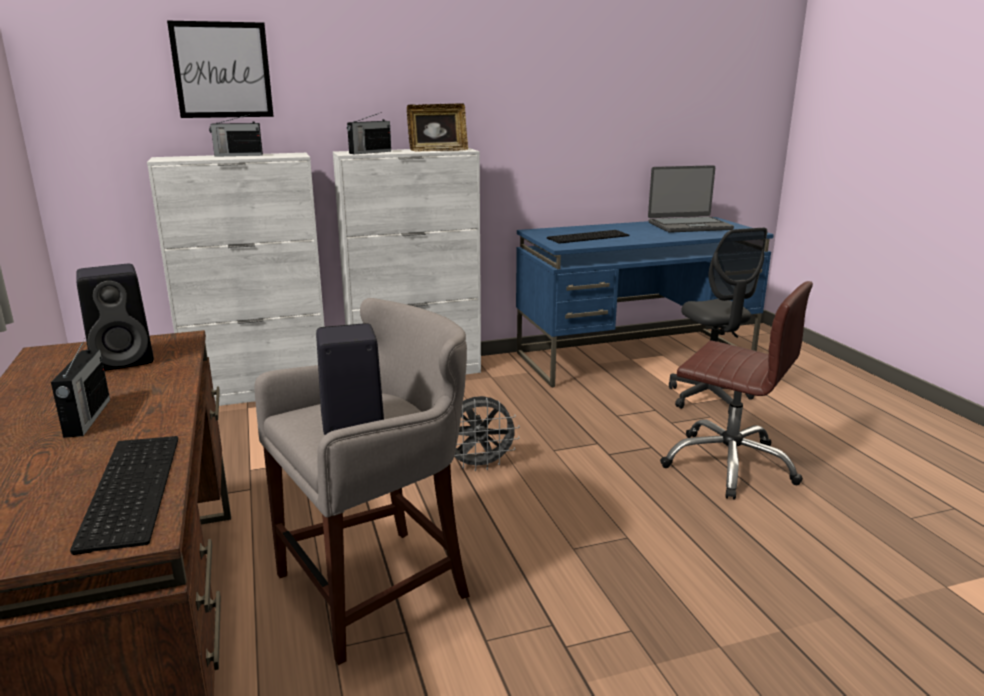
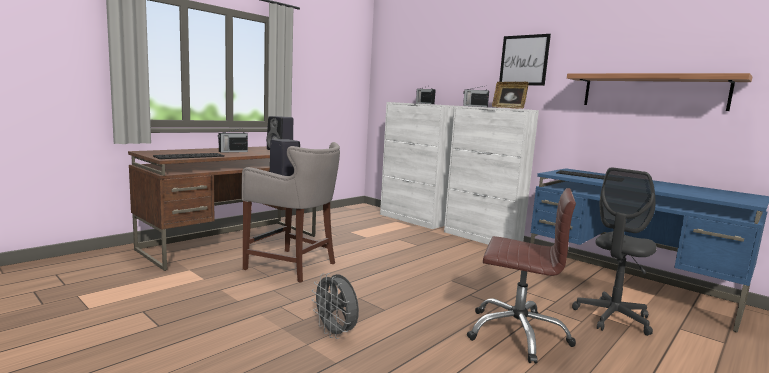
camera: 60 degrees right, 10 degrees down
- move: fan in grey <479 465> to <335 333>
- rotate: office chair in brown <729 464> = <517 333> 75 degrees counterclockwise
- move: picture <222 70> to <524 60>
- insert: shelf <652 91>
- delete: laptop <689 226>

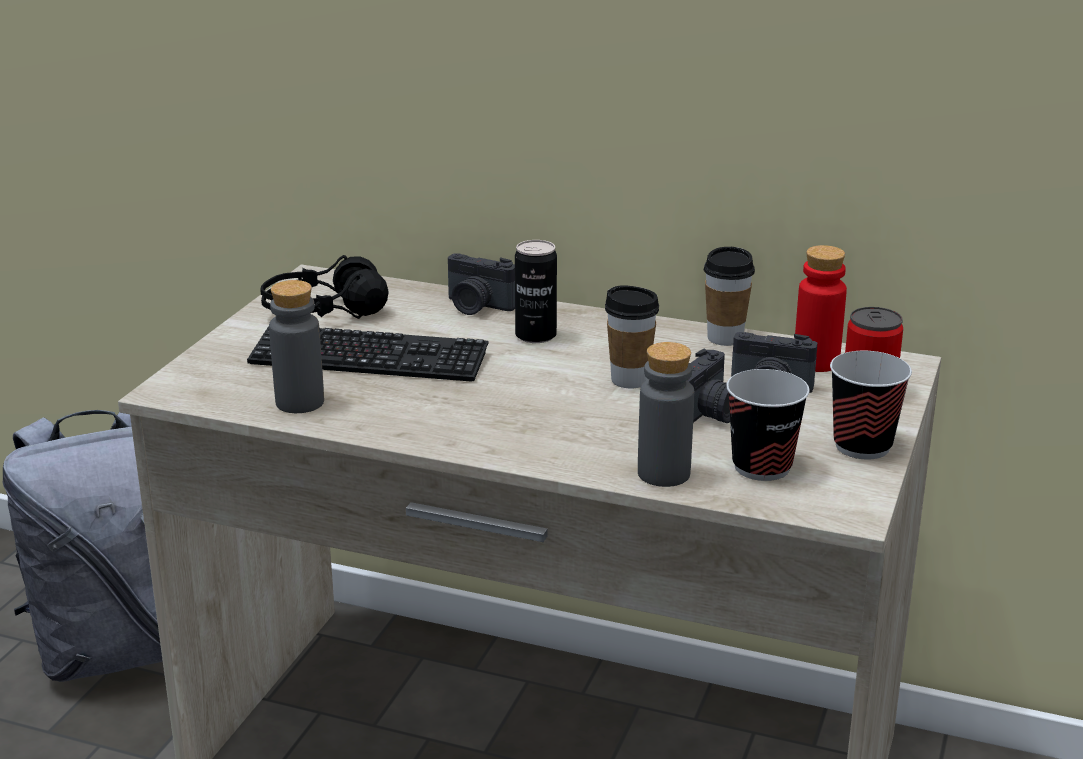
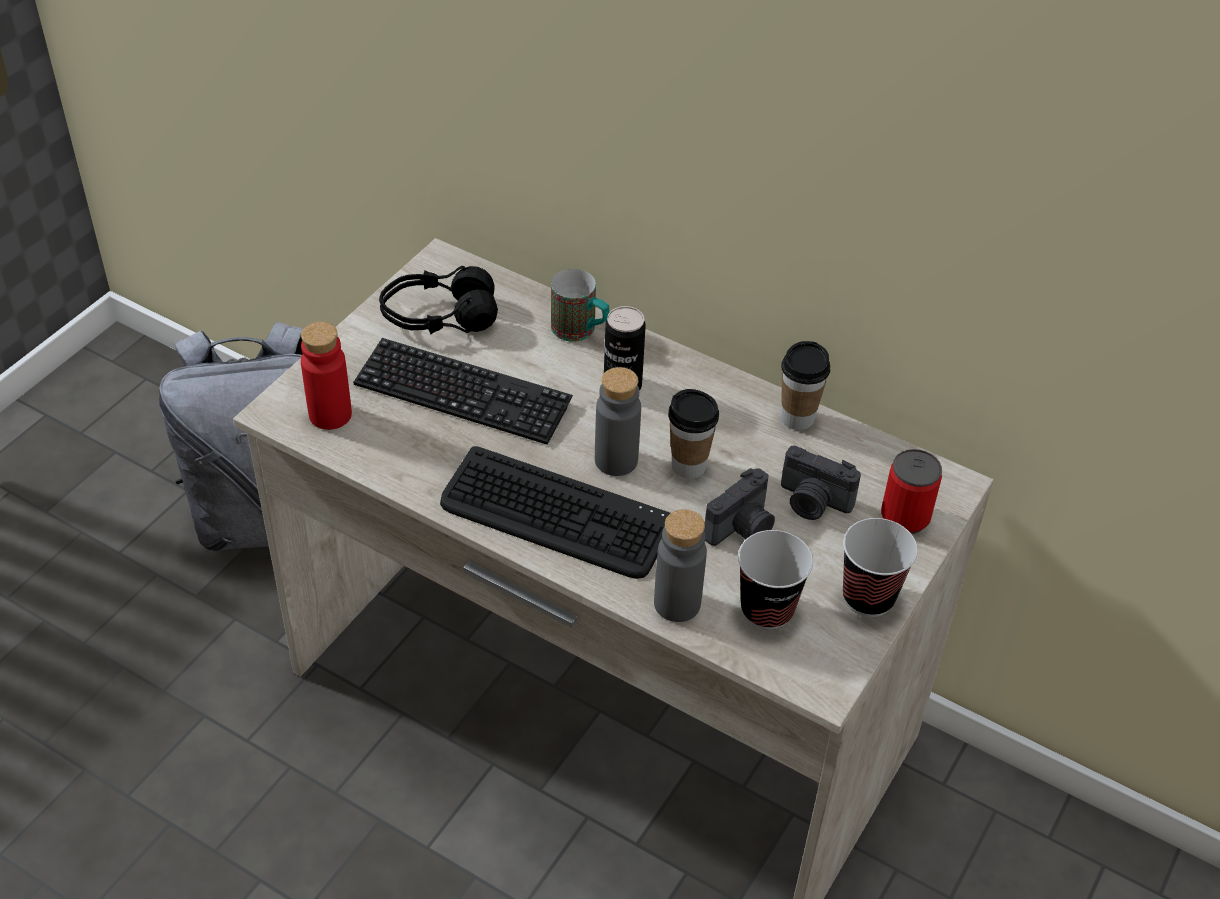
camera: 10 degrees right, 20 degrees up
- move: bottle in red <816 362> to <330 415>
- insert: keyboard <555 515>
- replace: photo camera <477 306> to mug <581 331>
- move: bottle in grey <300 402> to <616 460>

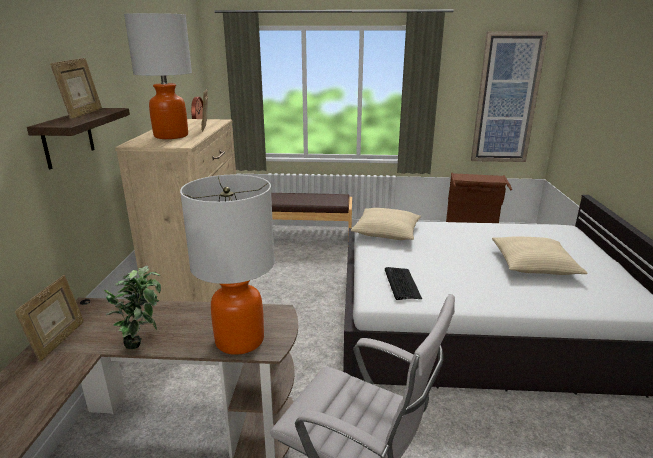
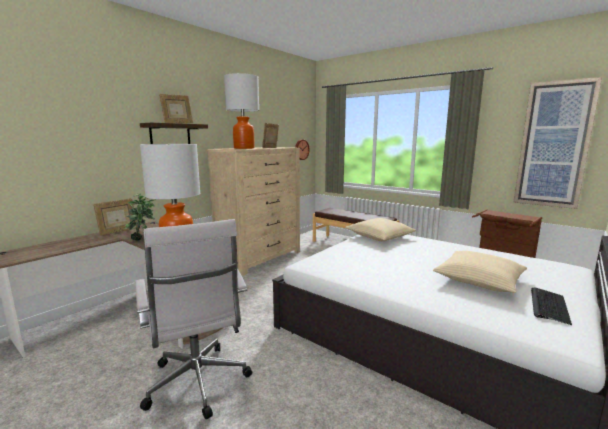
camera: 35 degrees right, 10 degrees down
- move: keyboard <401 284> to <548 306>

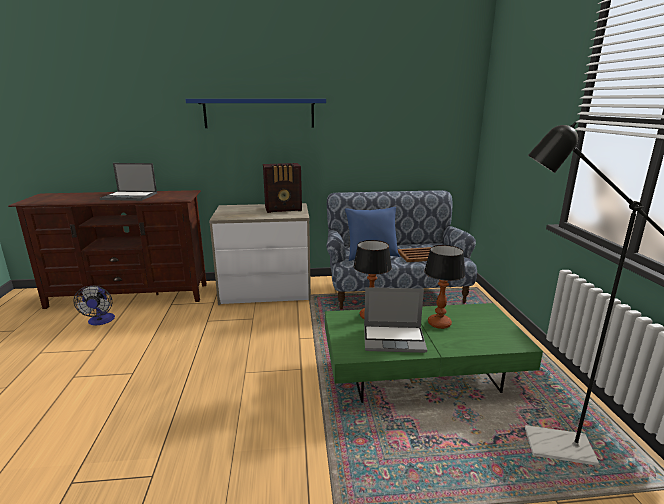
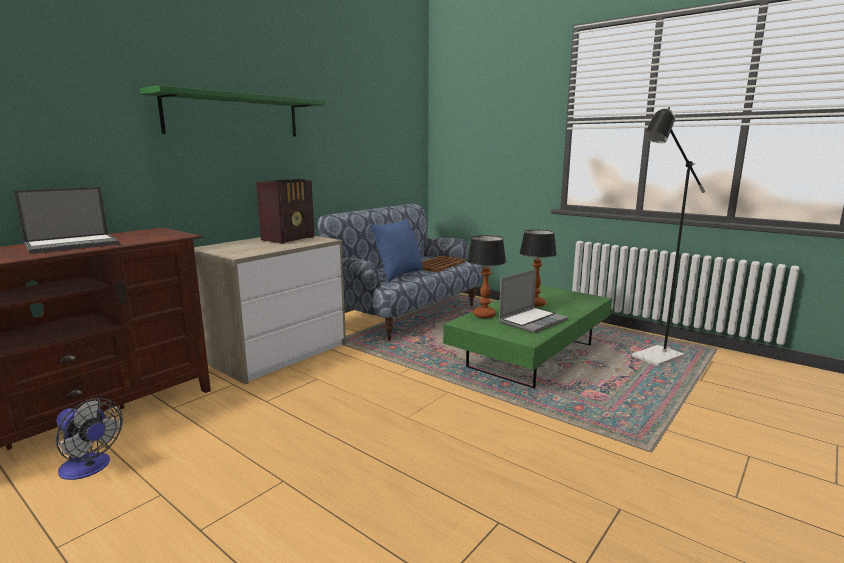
camera: 45 degrees left, 5 degrees down
- recolor: shelf in blue <259 113> to shelf in green <234 115>

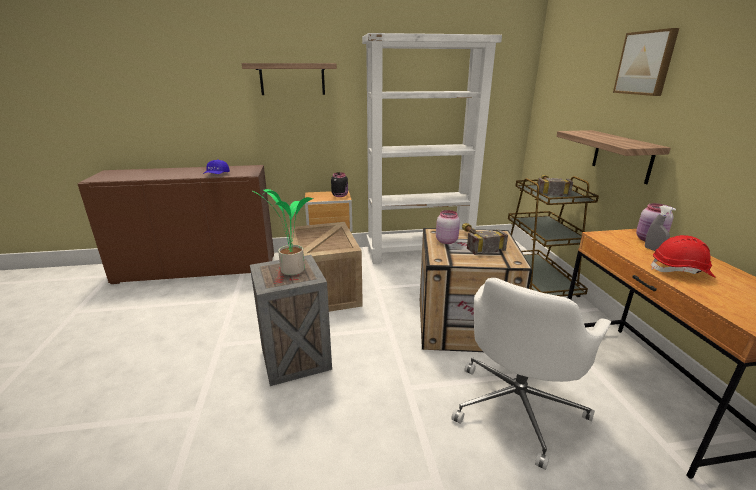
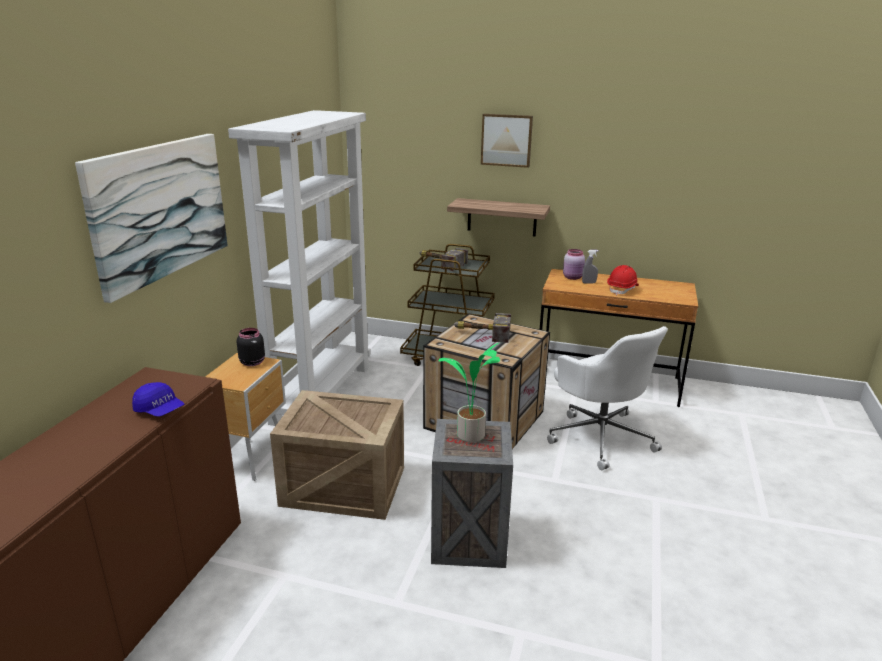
camera: 65 degrees left, 0 degrees up
- replace: shelf <292 79> to picture <160 210>
- delete: jar in pink <446 241>

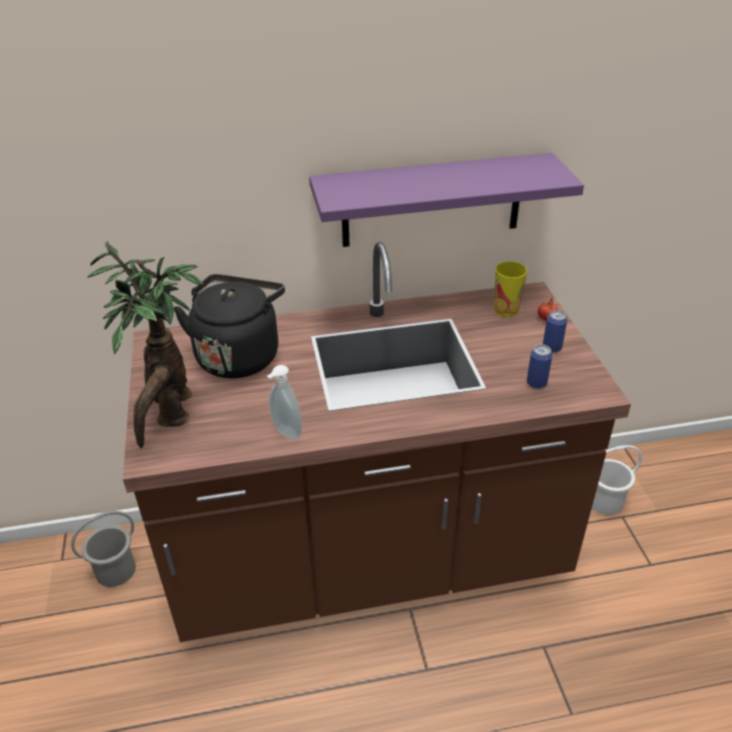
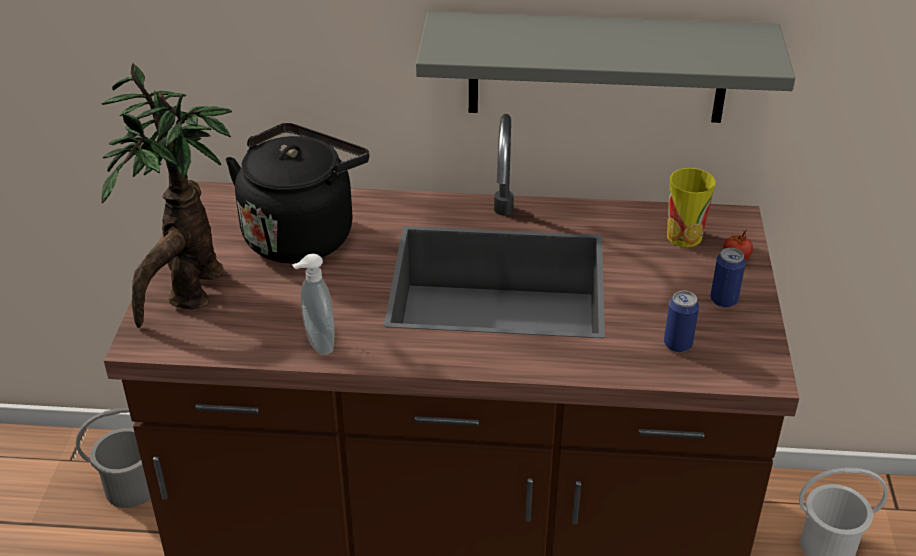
camera: 15 degrees right, 0 degrees up
- recolor: shelf in purple <432 201> to shelf in grey <597 67>

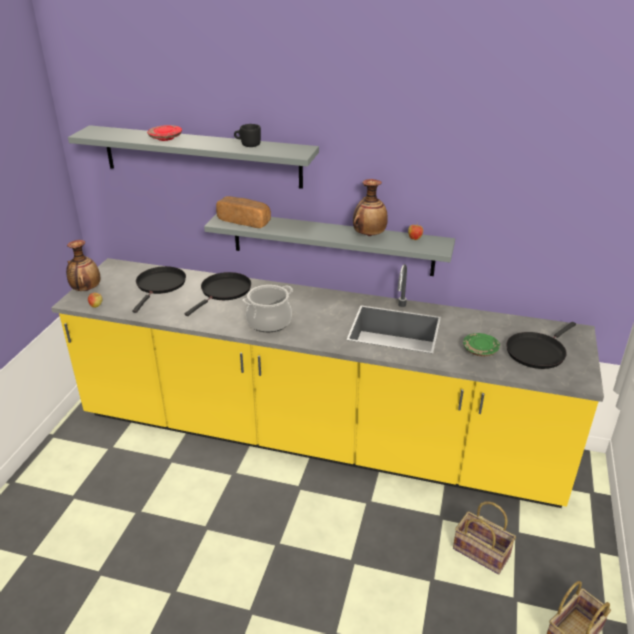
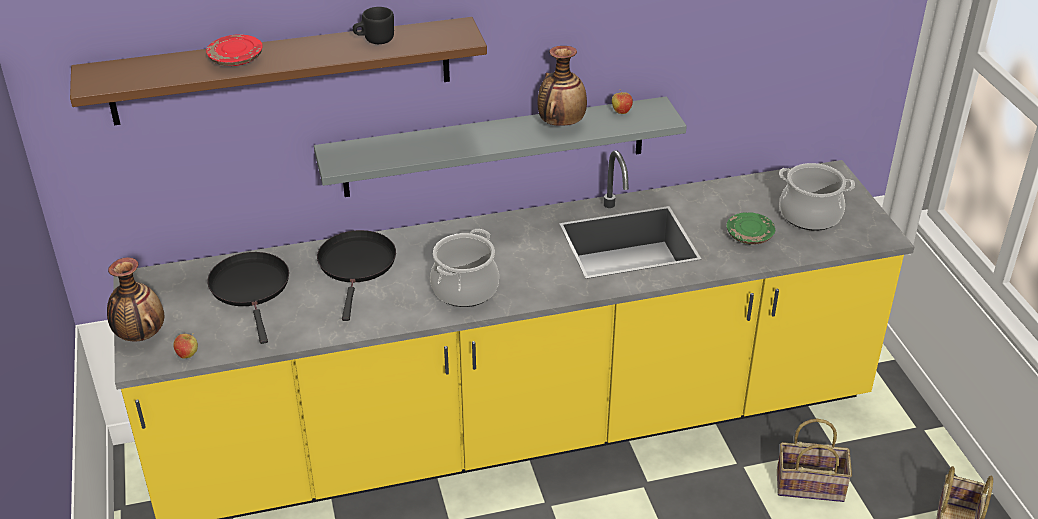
camera: 30 degrees left, 5 degrees up
- recolor: shelf in grey <201 156> to shelf in brown <282 71>
- replace: frying pan in black <537 352> to cooking pot <810 215>
- delete: bread <244 221>

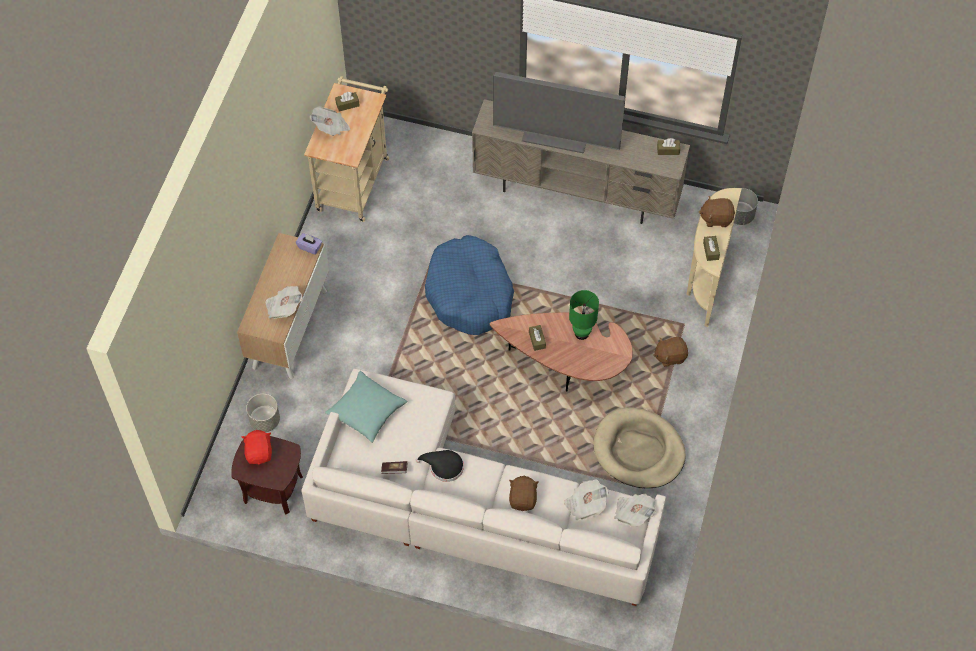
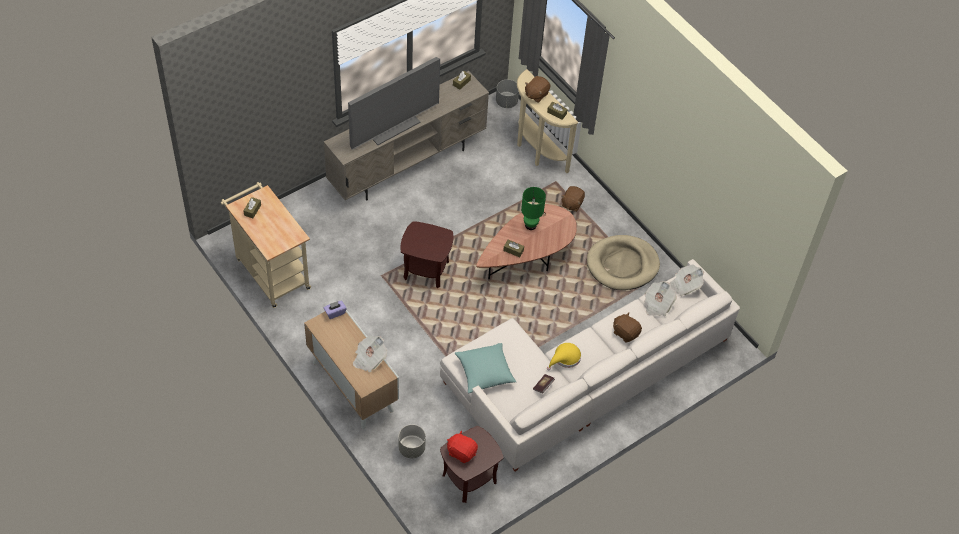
camera: 55 degrees left, 5 degrees down
- replace: dog bed in blue <469 293> to side table in brown <426 270>
- recolor: hat in black <443 467> to hat in yellow <565 358>
- delete: newspaper <331 127>

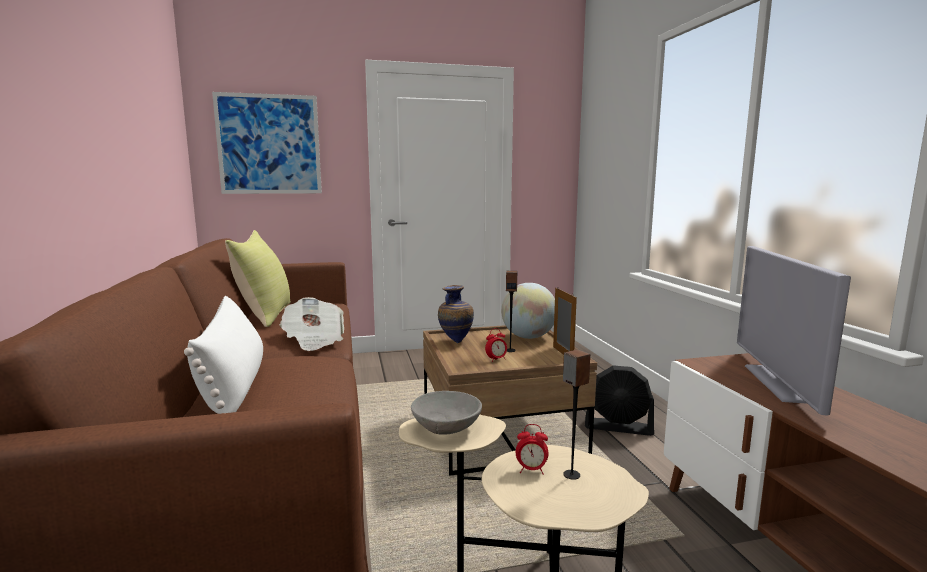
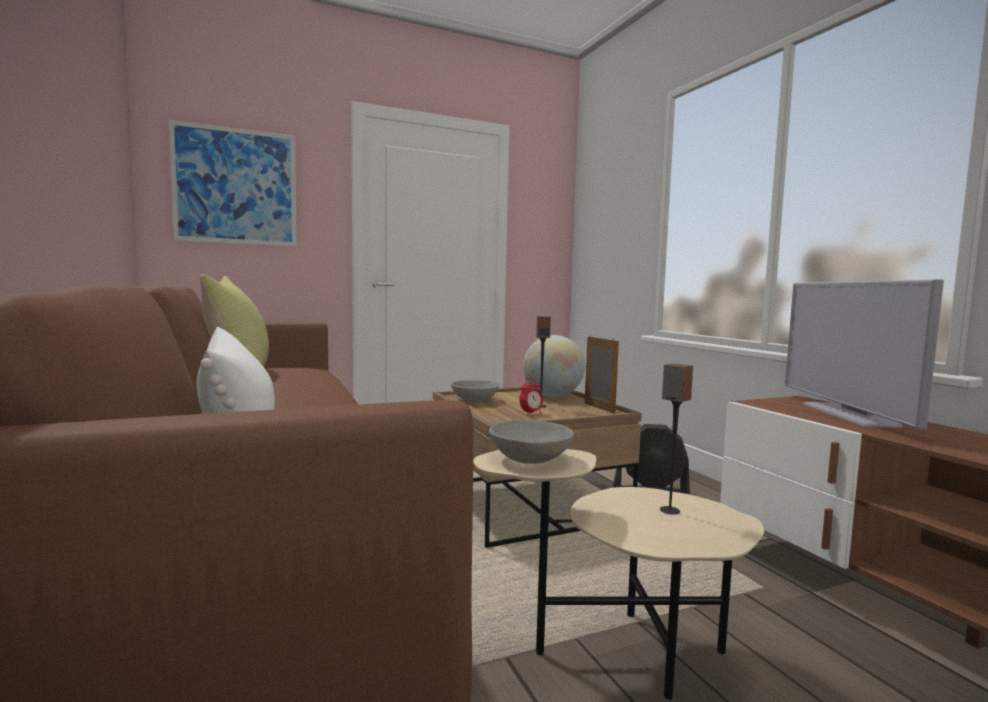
camera: 10 degrees left, 5 degrees down
- replace: vase <455 341> to bowl in grey <474 400>
- delete: newspaper <314 340>
- delete: alarm clock <531 470>

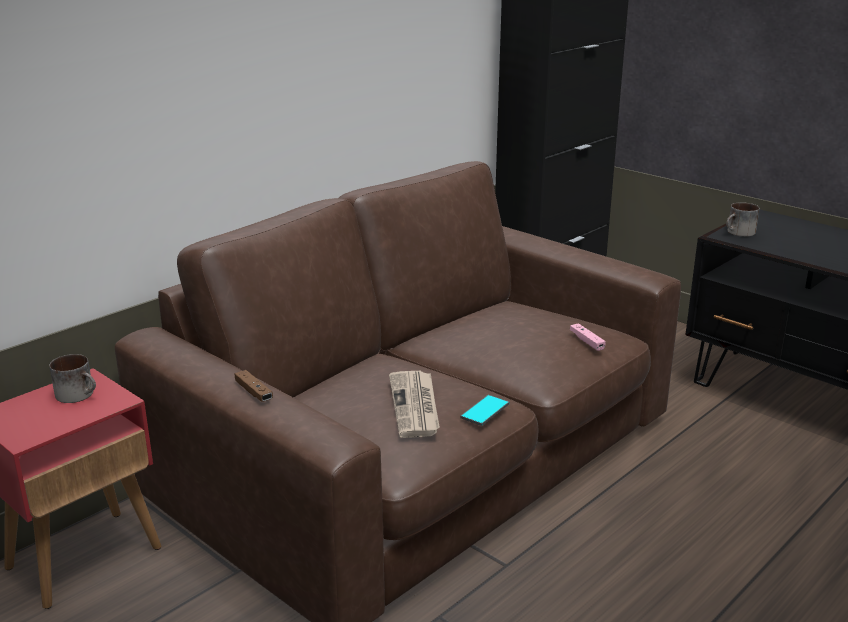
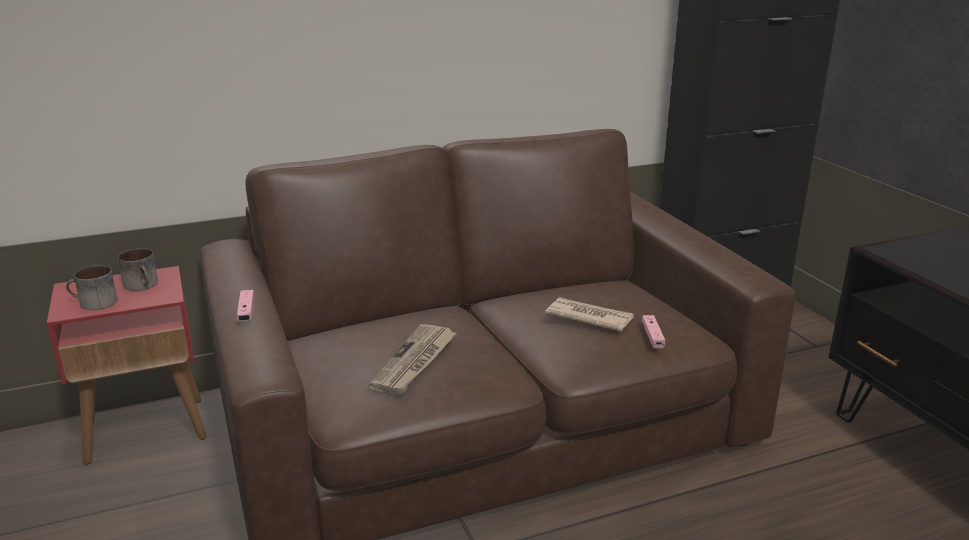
camera: 25 degrees right, 0 degrees up
- move: mug <739 233> to <93 303>
- recolor: game controller in brown <254 392> to game controller in pink <246 312>
- insert: newspaper <588 317>
- delete: phone <485 411>

